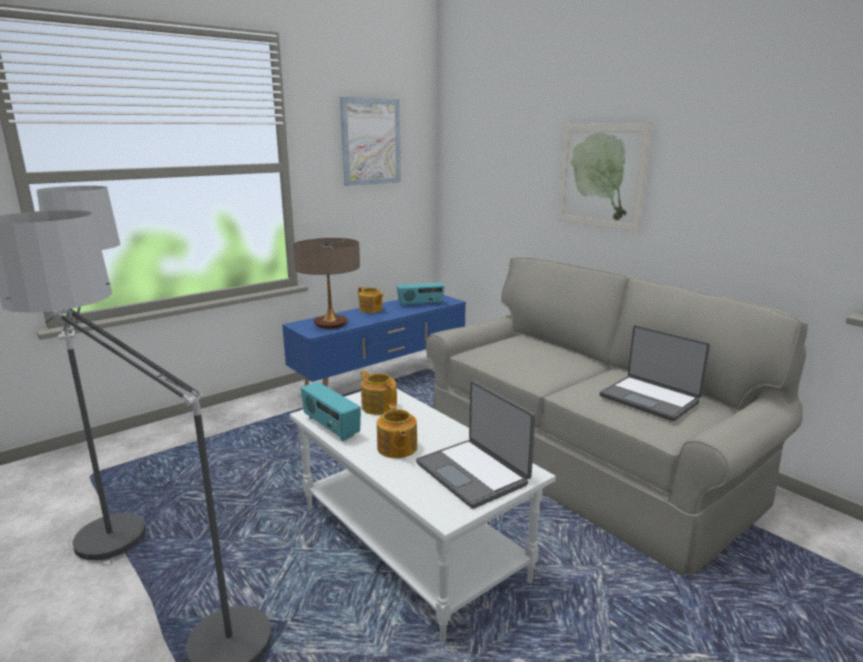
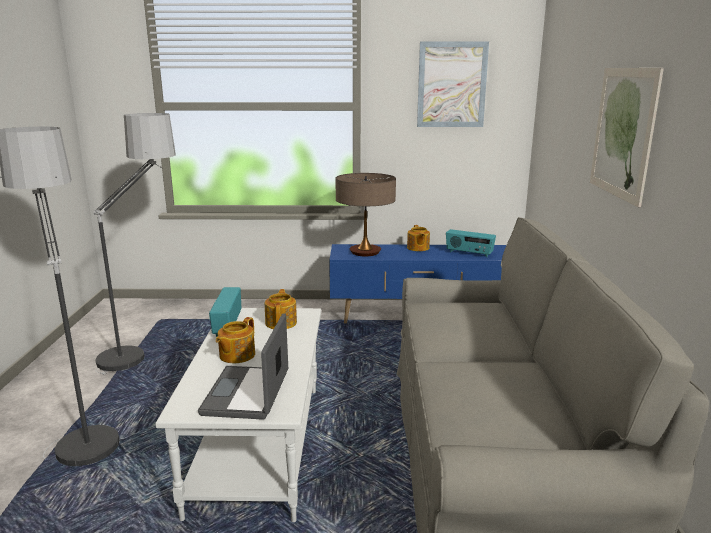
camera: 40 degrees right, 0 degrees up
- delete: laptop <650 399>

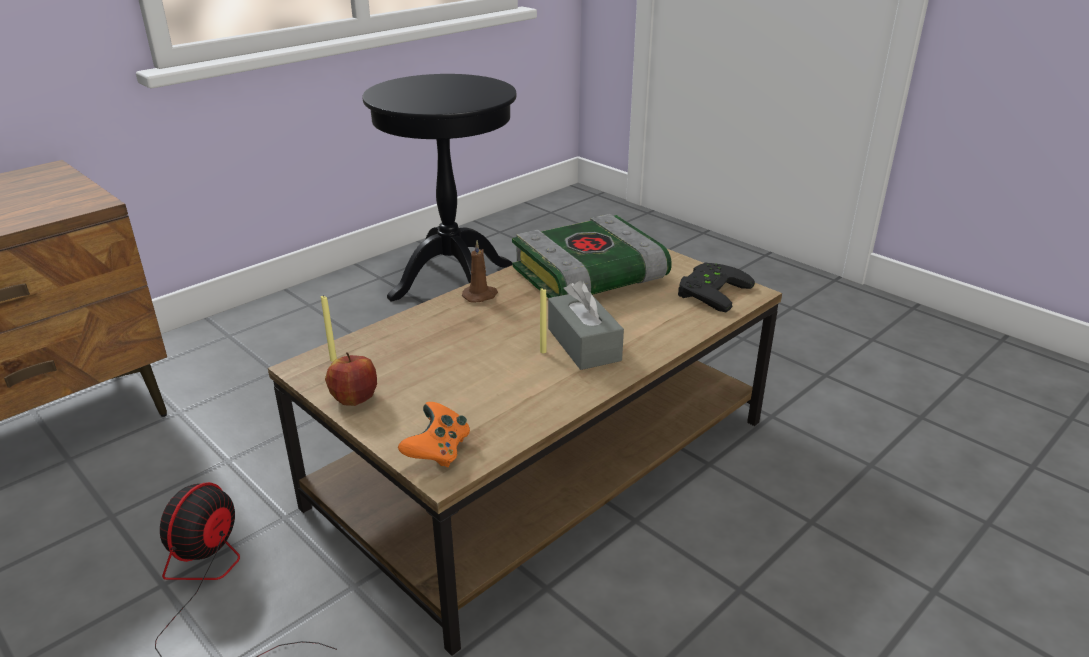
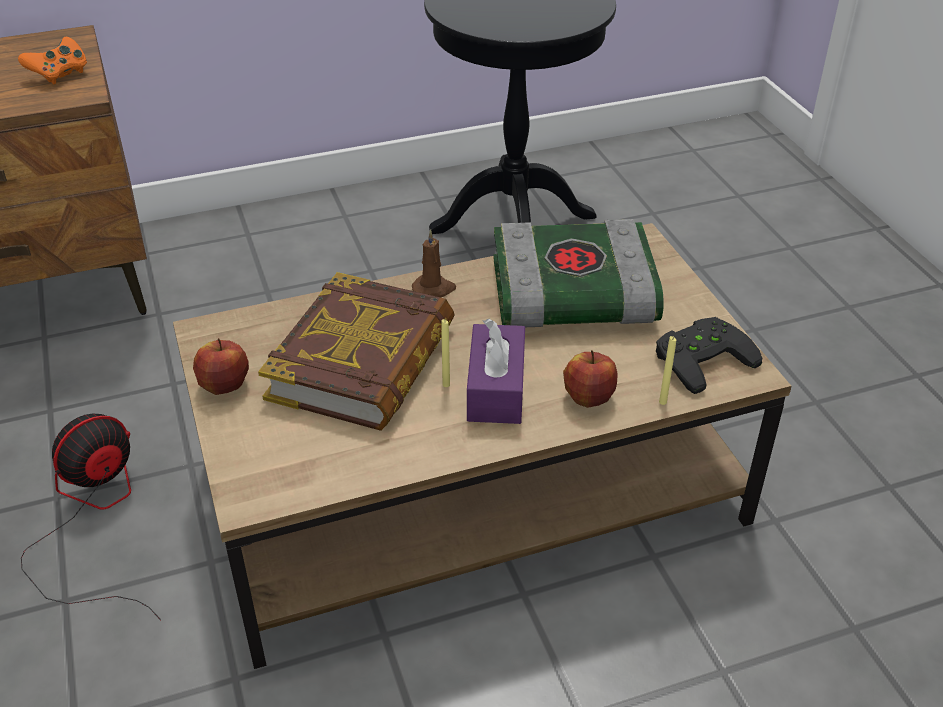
camera: 25 degrees right, 10 degrees up
- move: game controller in orange <438 451> to <59 74>
- insert: book <363 362>
- recolor: tissue box in grey <584 344> to tissue box in purple <496 389>
- insert: apple <588 398>
- move: candle in yellow <333 360> to <662 402>

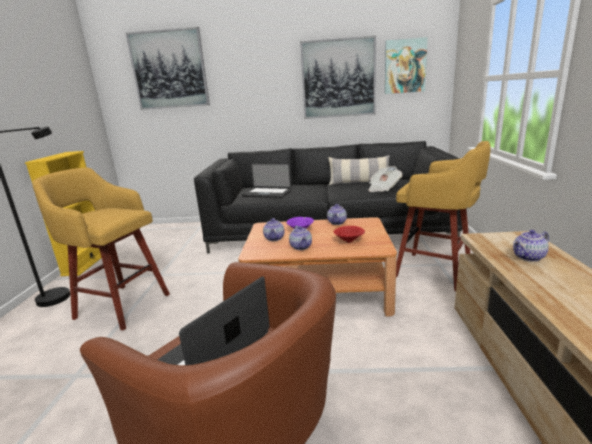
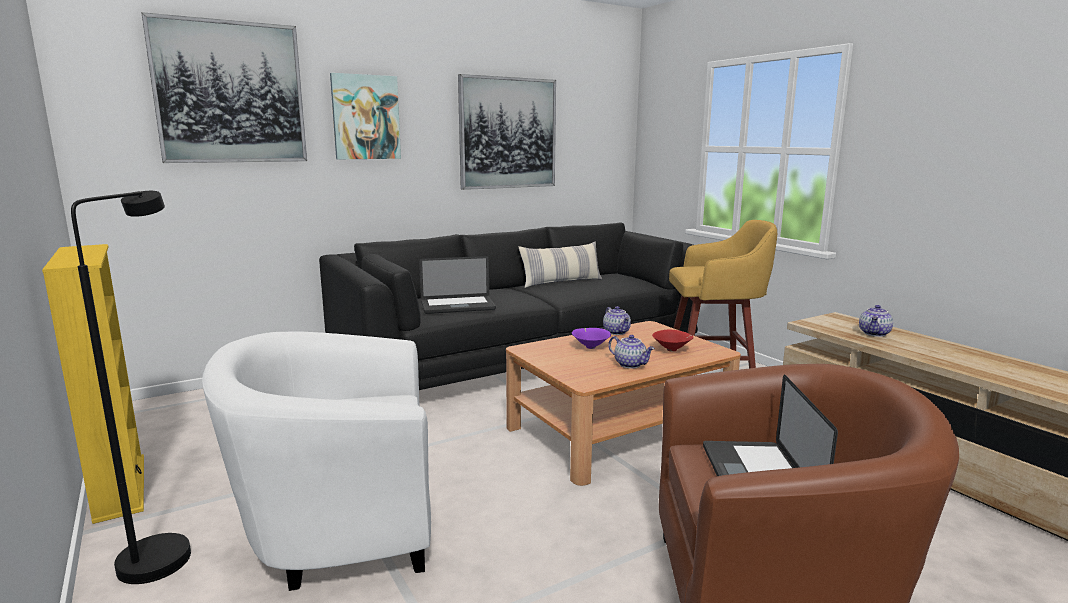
camera: 35 degrees left, 5 degrees down
- replace: stool in yellow <121 305> to armchair in white <338 528>
- move: picture <405 66> to <365 117>
- delete: teapot <275 238>
- delete: newspaper <383 188>

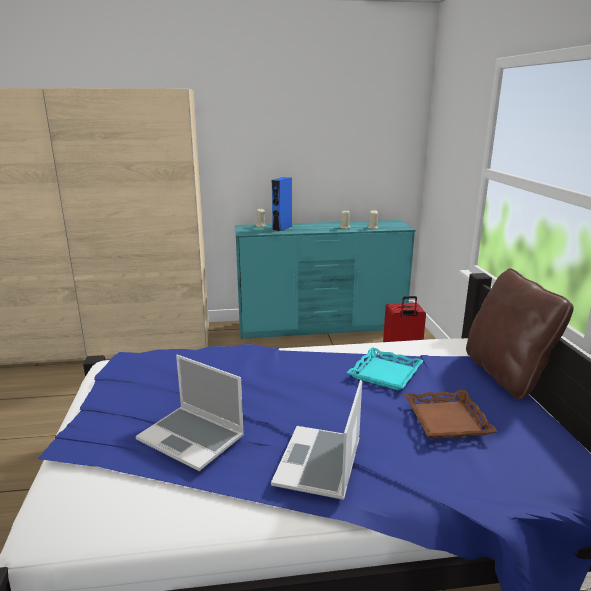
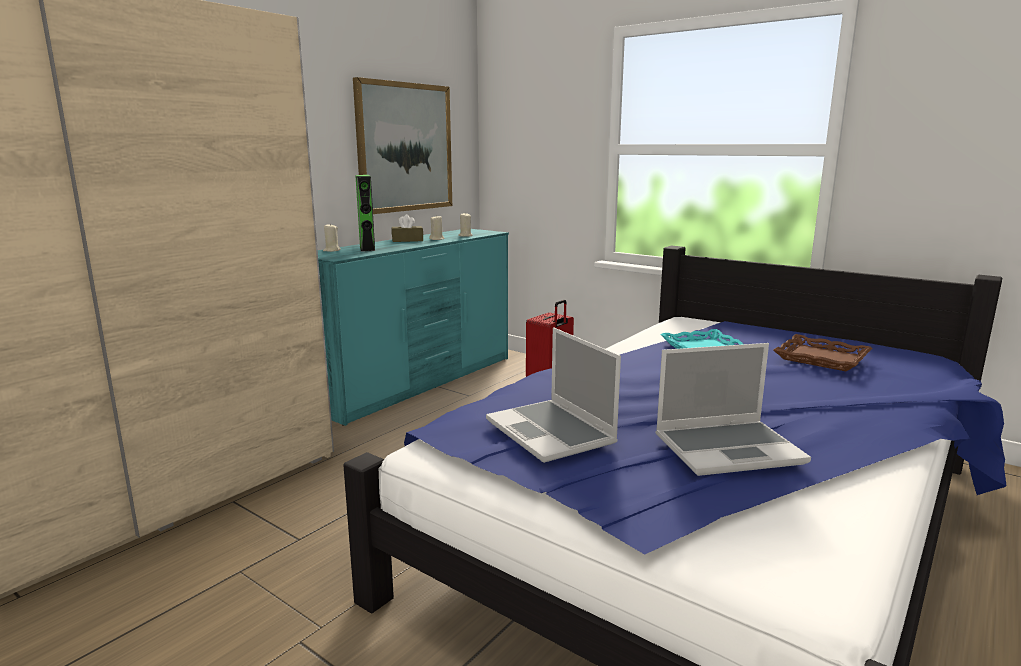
camera: 45 degrees left, 5 degrees down
- insert: picture <405 147>
- recolor: speaker in blue <282 228> to speaker in green <367 248>
- insert: tissue box in brown <407 240>
- move: laptop <319 464> to <552 432>
- delete: pillow in brown <506 374>

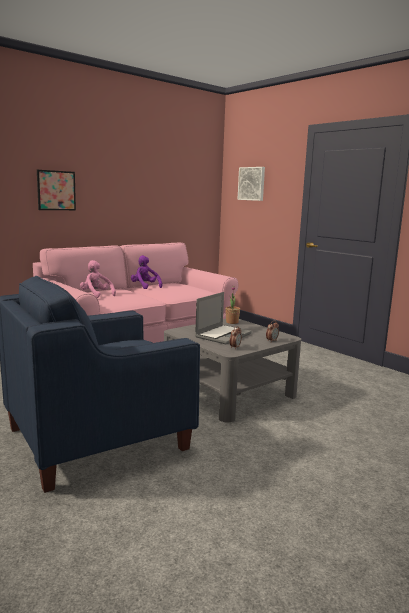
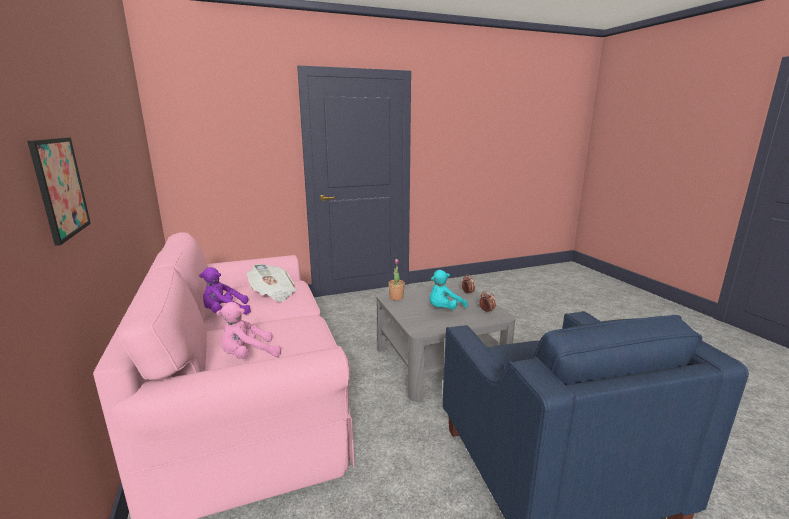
camera: 70 degrees left, 5 degrees up
- insert: newspaper <273 294>
- replace: laptop <223 335> to plush toy in turquoise <444 310>
- delete: picture <252 183>

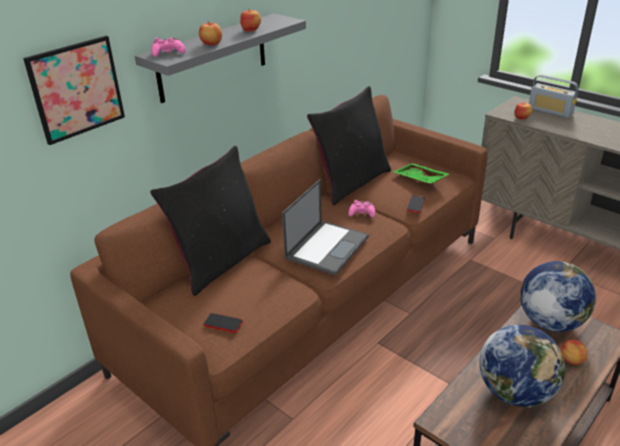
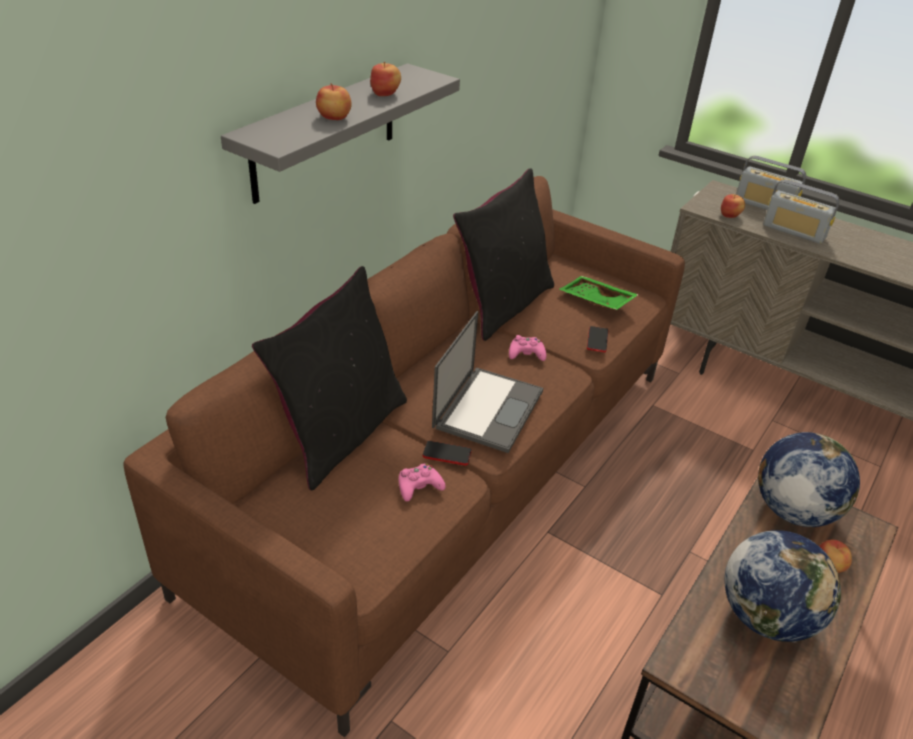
camera: 10 degrees left, 5 degrees up
- move: game controller in pink <168 53> to <419 486>
- move: phone <223 323> to <447 454>
- insert: radio <794 231>
- delete: picture <76 89>

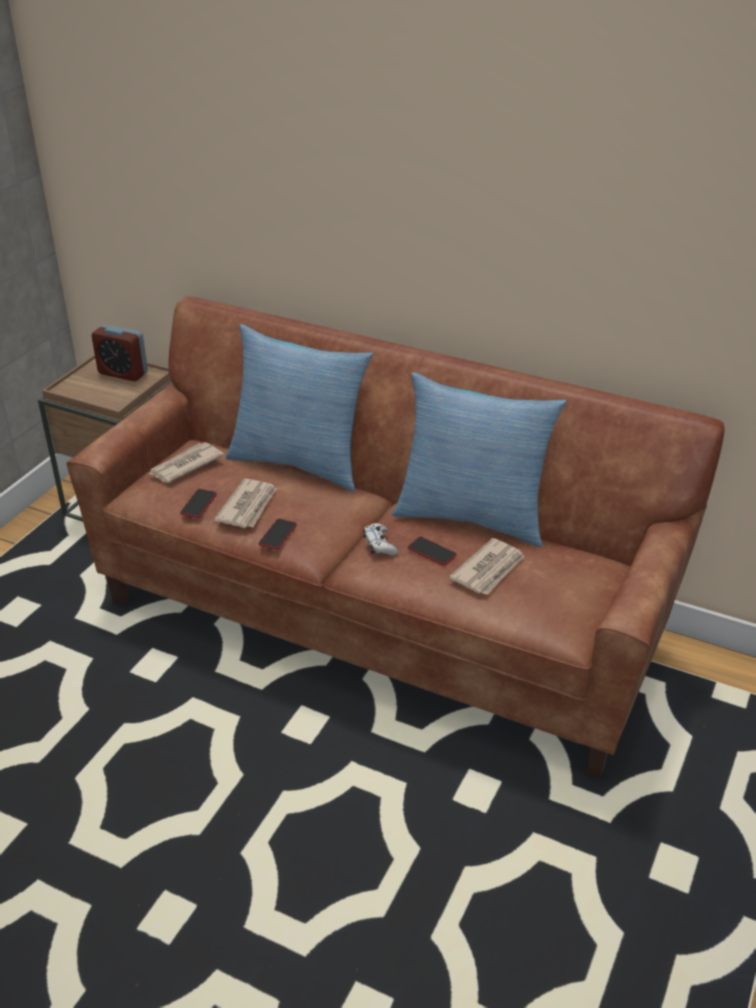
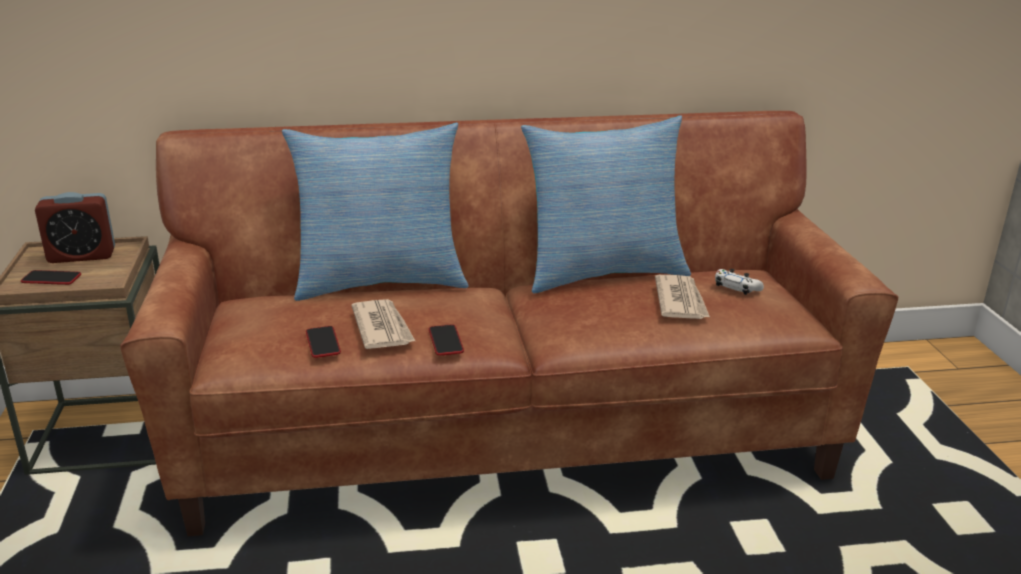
camera: 35 degrees left, 10 degrees down
- move: phone <431 552> to <51 278>
- move: game controller in white <379 544> to <737 287>
- delete: newspaper <185 465>

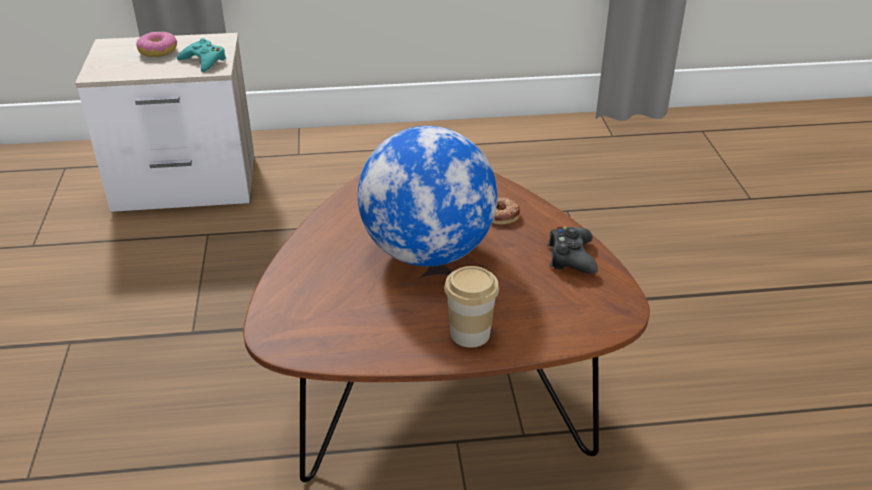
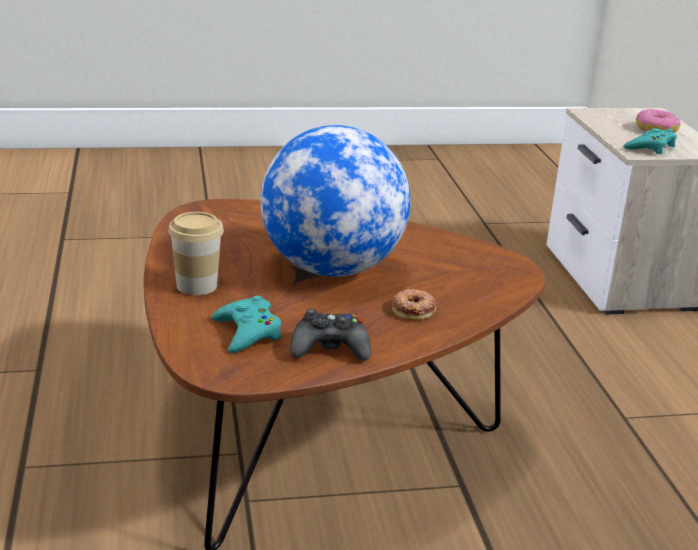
camera: 85 degrees right, 10 degrees down
- insert: game controller in turquoise <247 332>

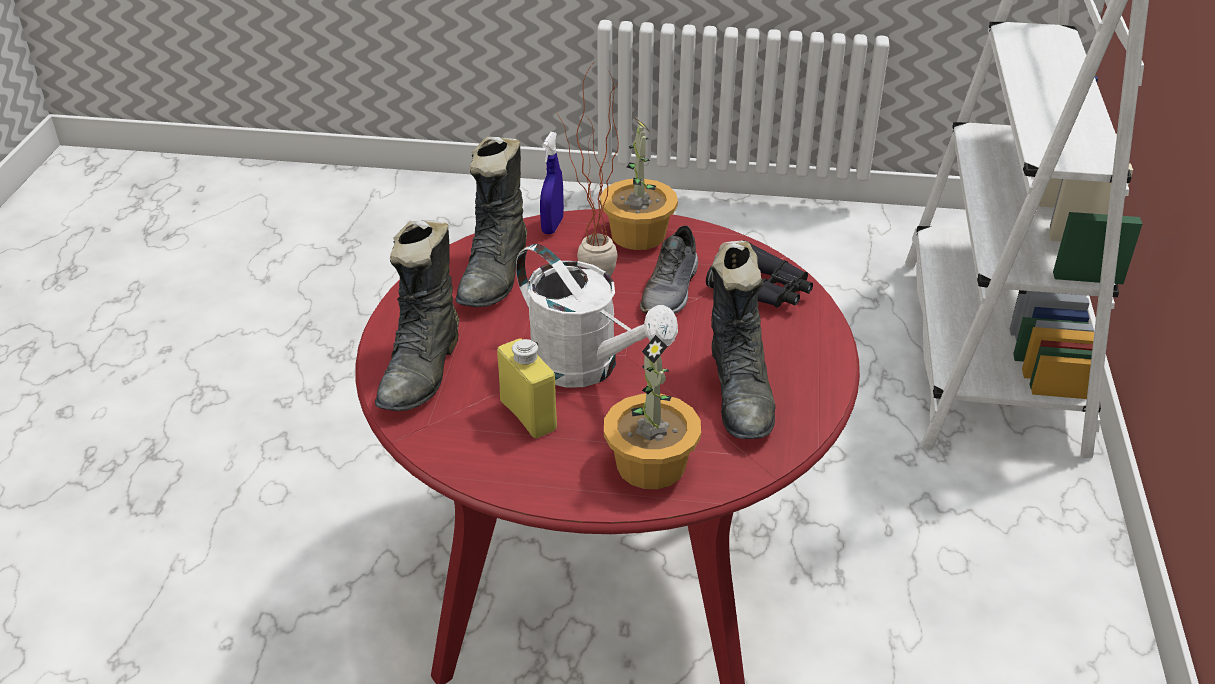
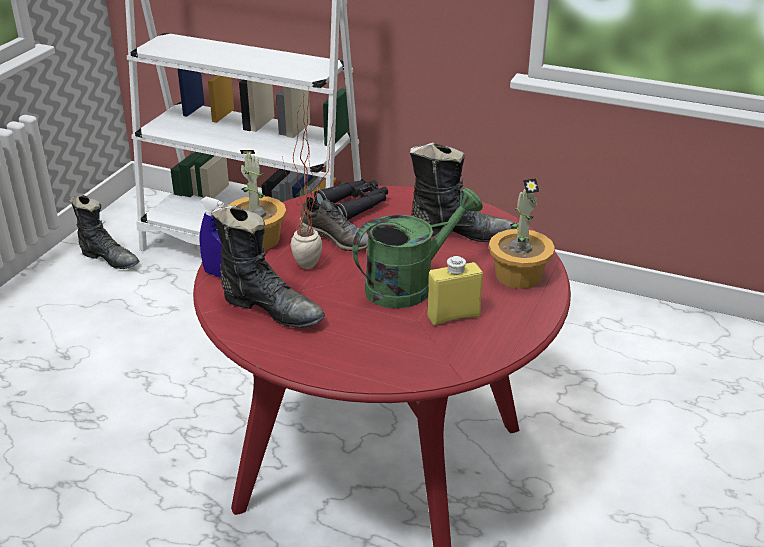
camera: 75 degrees left, 5 degrees down
- move: boot in black <423 370> to <109 259>
- recolor: watering can in white <587 368> to watering can in green <409 285>

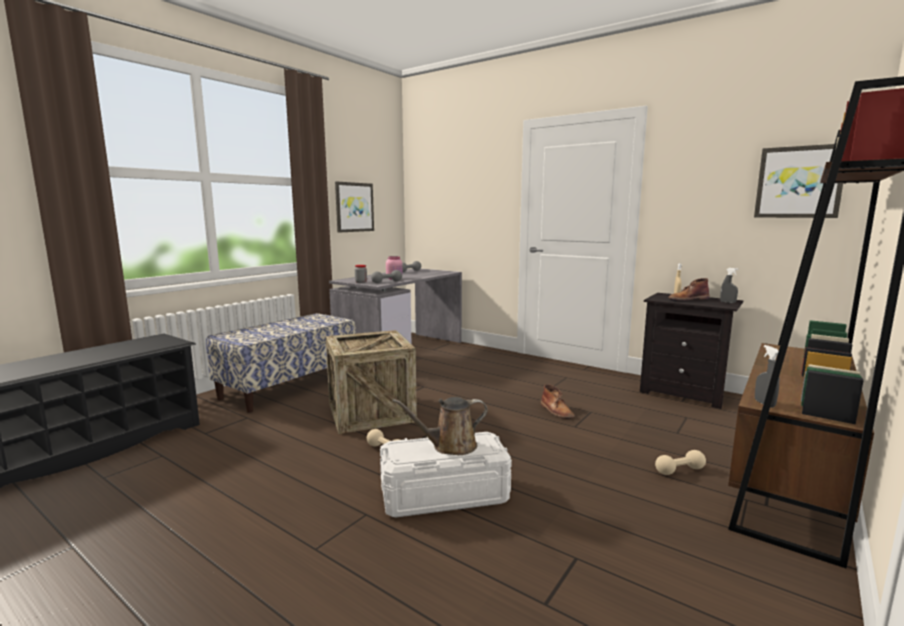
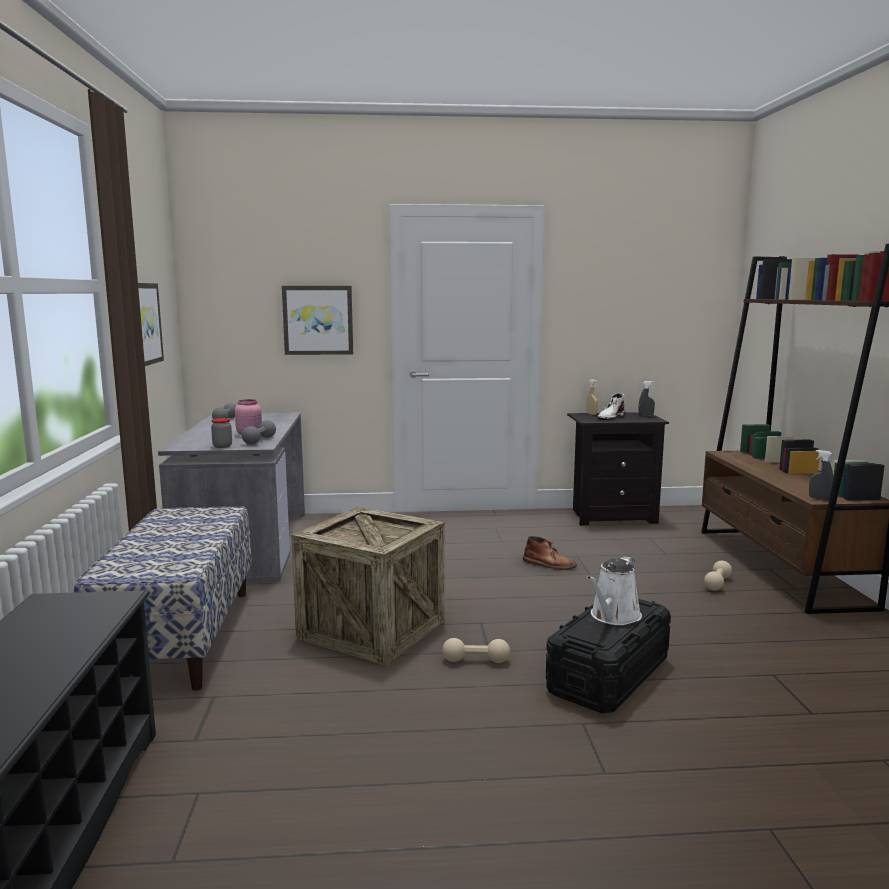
camera: 40 degrees left, 0 degrees up
- move: picture <799 182> to <318 320>
- recolor: storage box in white <444 495> to storage box in black <609 675>
- recolor: watering can in brown <450 446> to watering can in white <613 616>
- recolor: boot in brown <688 299> to boot in white <610 417>

